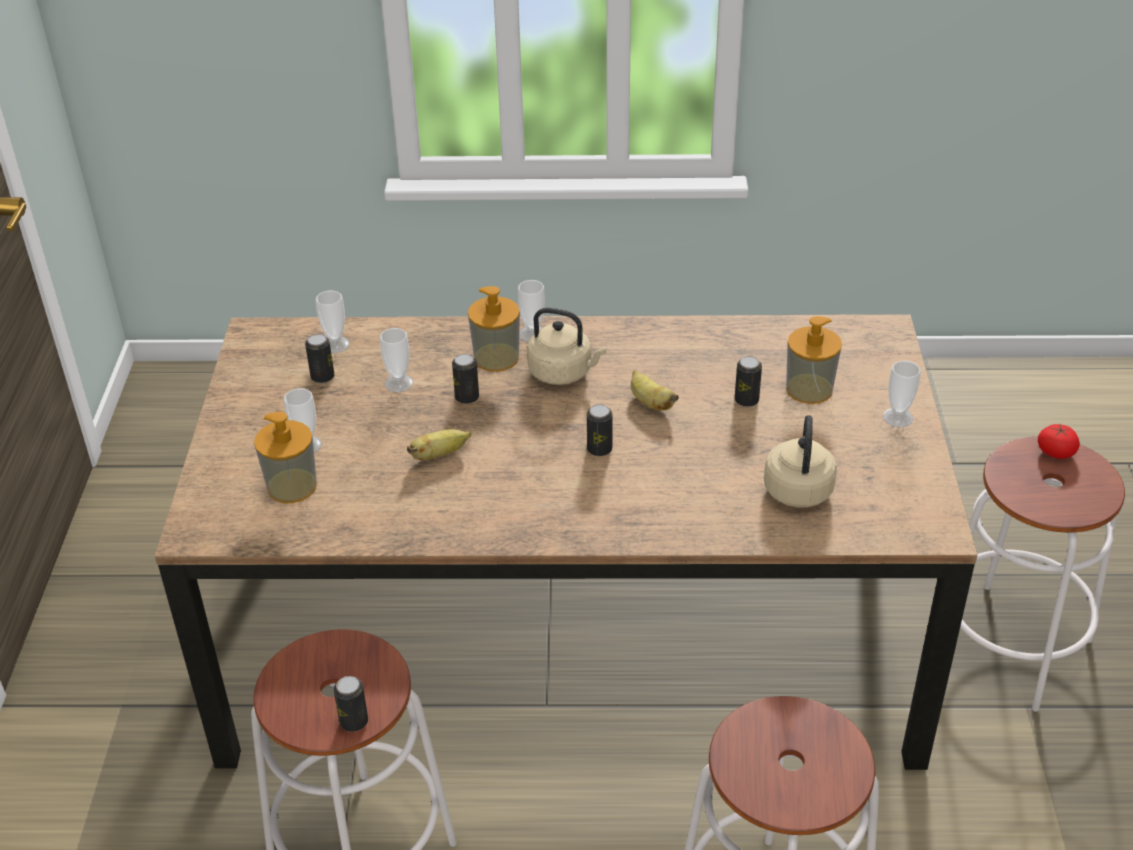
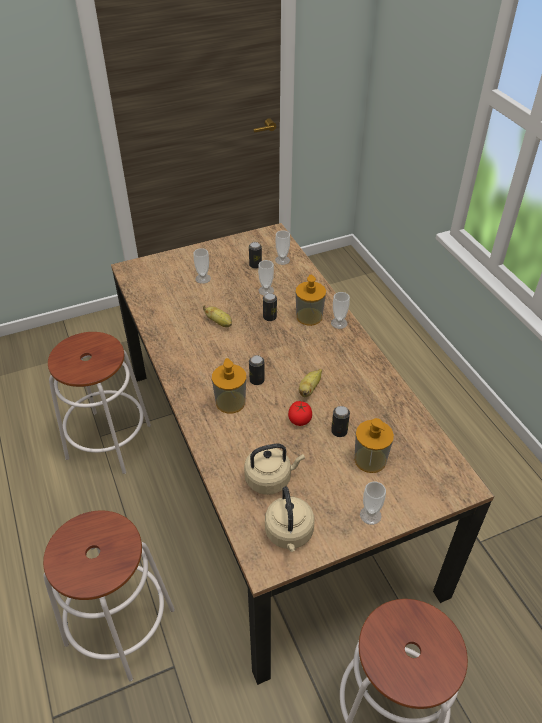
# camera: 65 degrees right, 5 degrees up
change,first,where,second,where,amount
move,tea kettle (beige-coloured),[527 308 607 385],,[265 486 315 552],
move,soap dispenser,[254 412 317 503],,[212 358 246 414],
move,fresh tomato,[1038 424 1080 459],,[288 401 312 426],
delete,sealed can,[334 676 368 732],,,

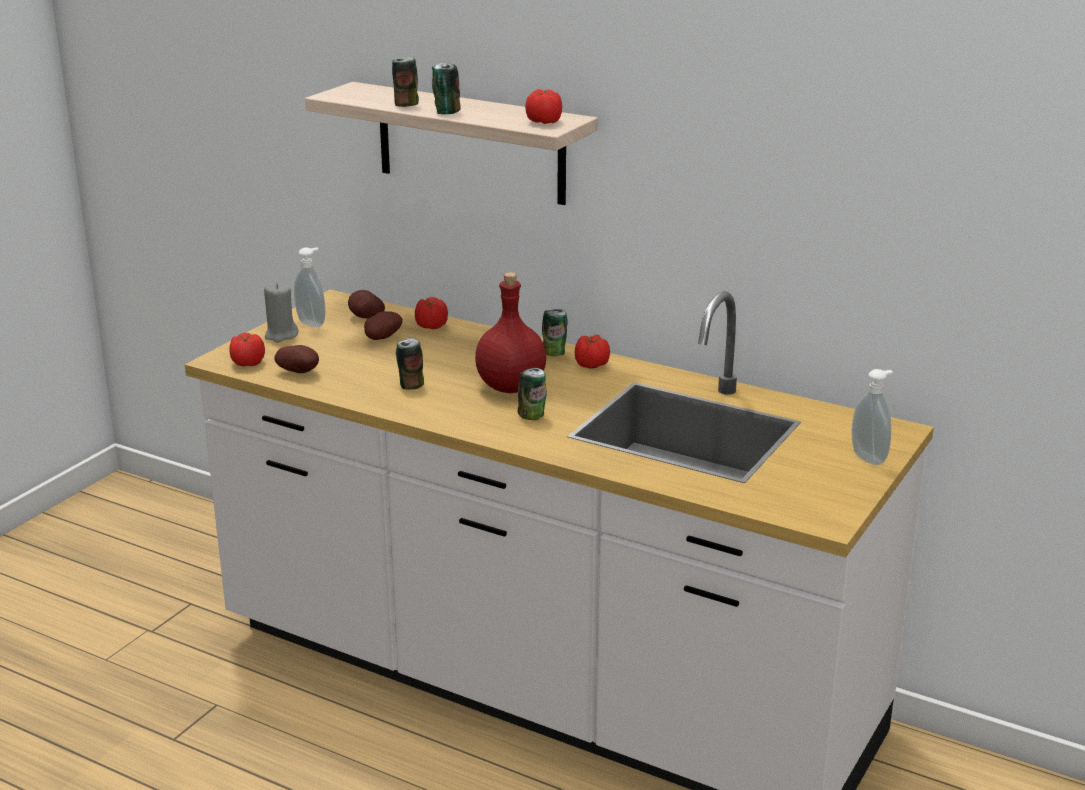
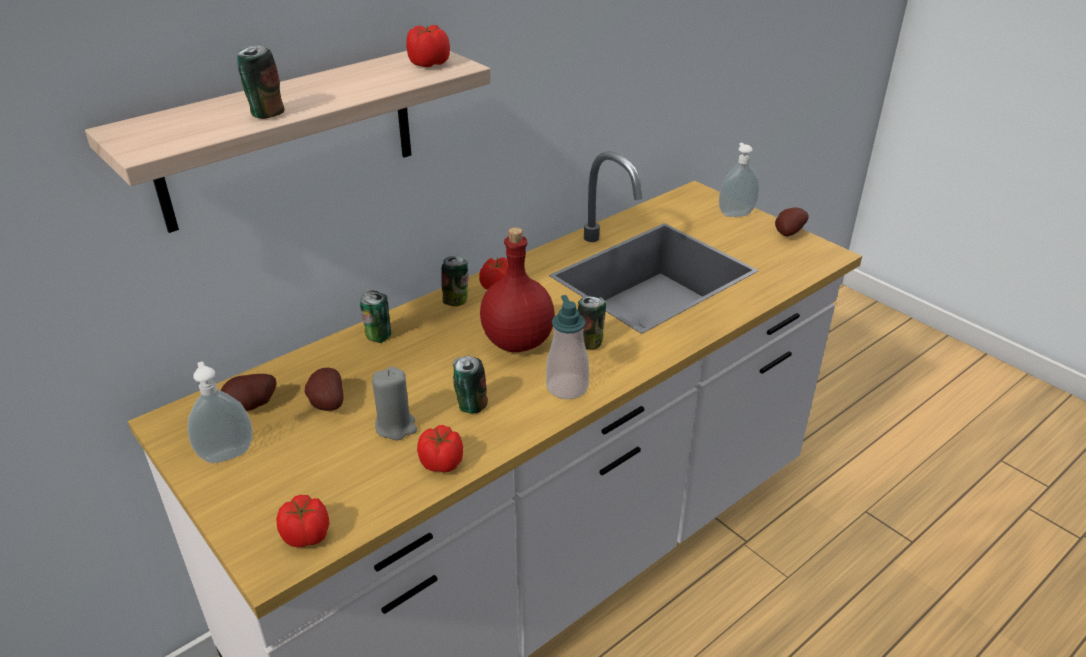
# camera: 70 degrees left, 10 degrees up
change,first,where,second,where,amount
move,sealed can,[432 63 461 114],,[360 290 391 343],
move,wax candle (greyish),[264 283 299 343],,[372 367 417 440],
move,fresh tomato,[415 297 448 329],,[417 425 463 472],
move,potato,[274 345 319 373],,[775 207 809 237],
insert,,,soap dispenser,[546 295 589 399],

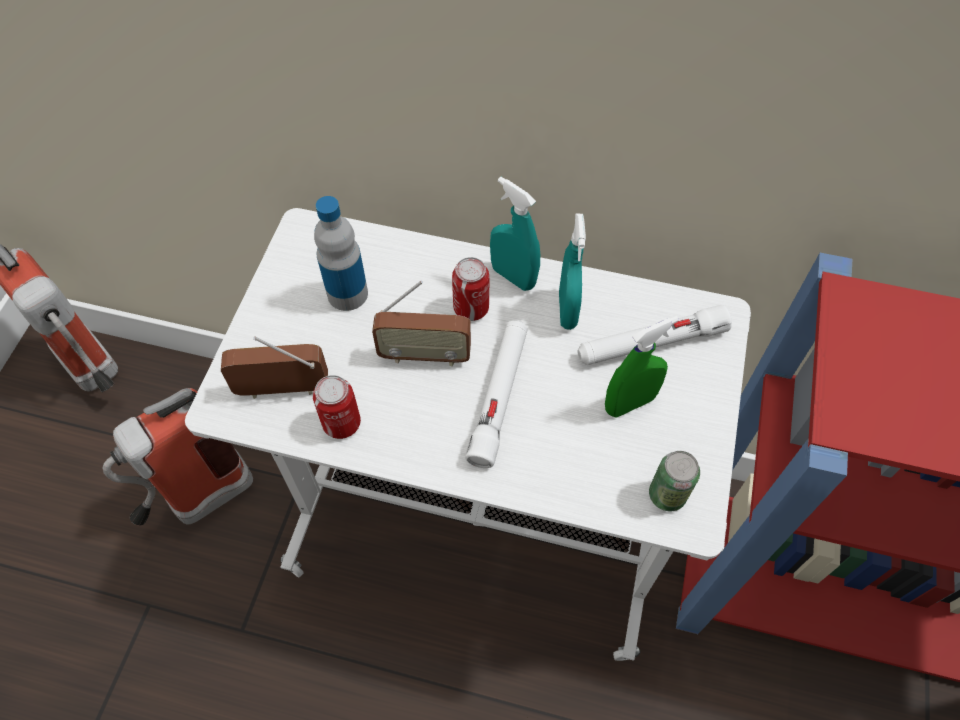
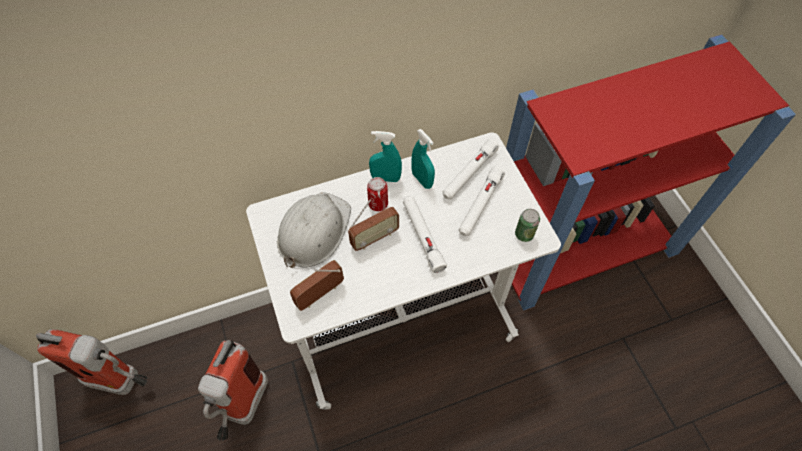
# camera: 35 degrees left, 0 degrees up
change,first,where,second,where,amount
replace,drink bottle,[314 196 368 311],safety helmet (white-coloured),[277 192 351 268],
replace,spray bottle (green),[605 315 679 418],hand torch (white-coloured),[459 166 505 236],
delete,sealed can,[313 375 361 439],,,

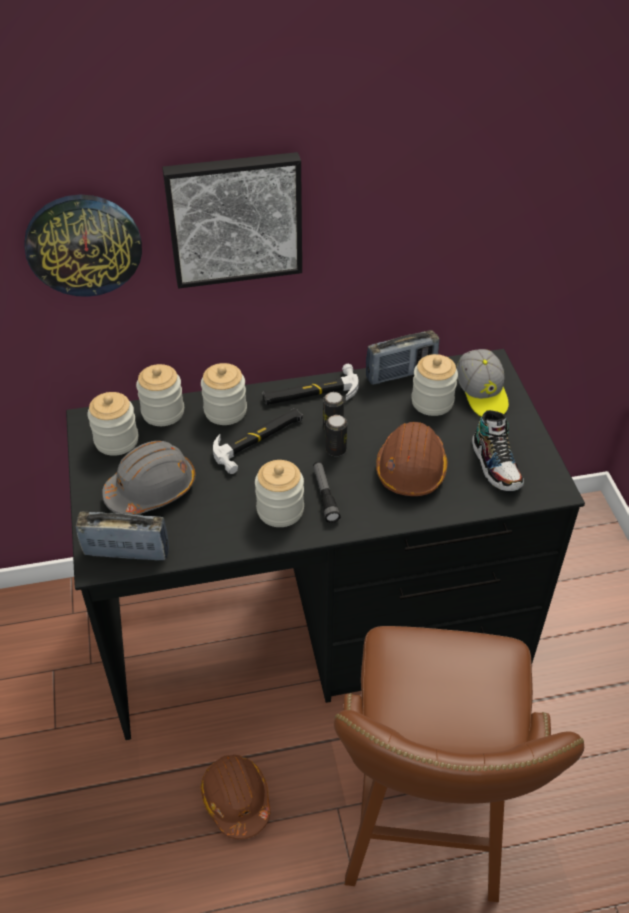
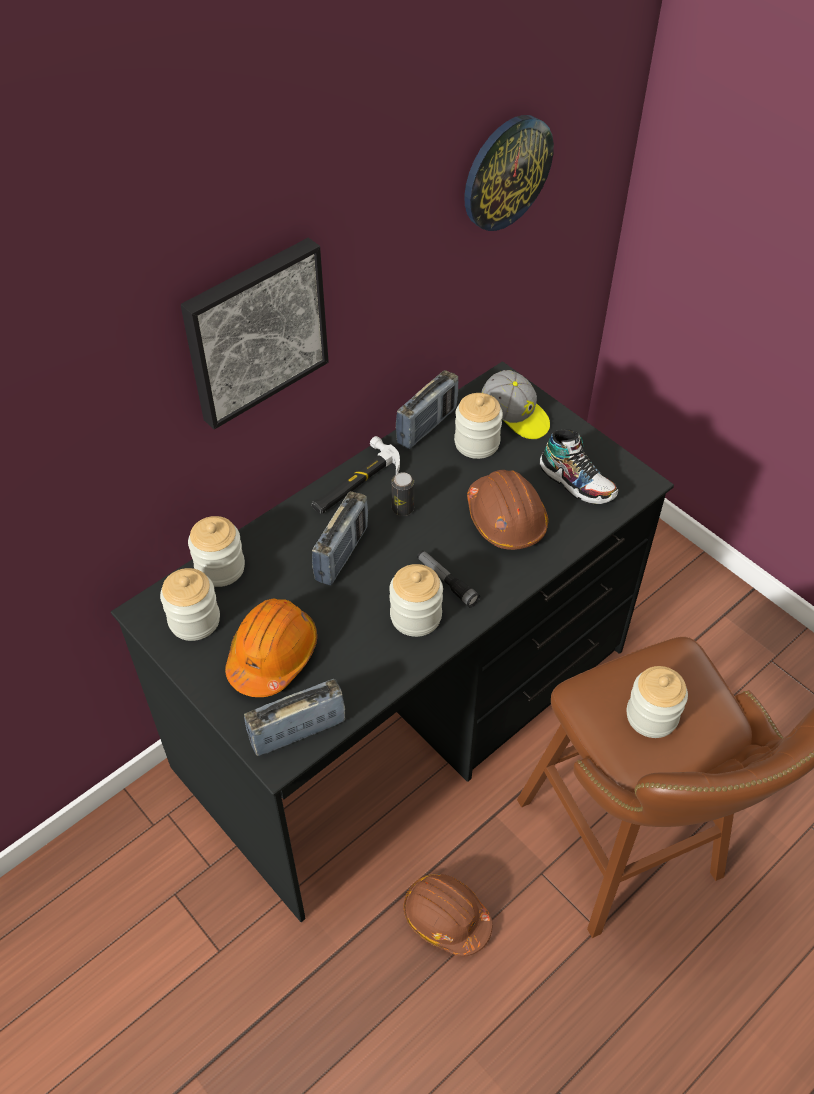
# camera: 30 degrees left, 5 degrees up
change,first,where,second,where,amount
move,wall clock,[24 195 142 297],,[464 115 554 231],
move,jar,[201 363 247 425],,[627 666 688 738],
replace,hand hammer,[213 408 303 474],radio receiver,[312 491 368 585],
delete,sealed can,[326 415 347 456],,,
recolor,safety helmet (greyish),[102 441 196 515],safety helmet (orangey),[225 599 317 697],

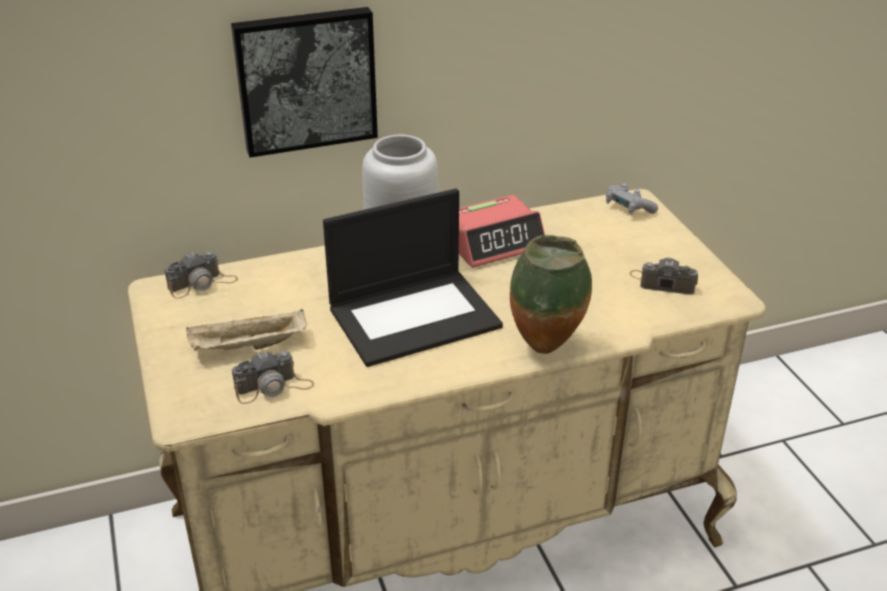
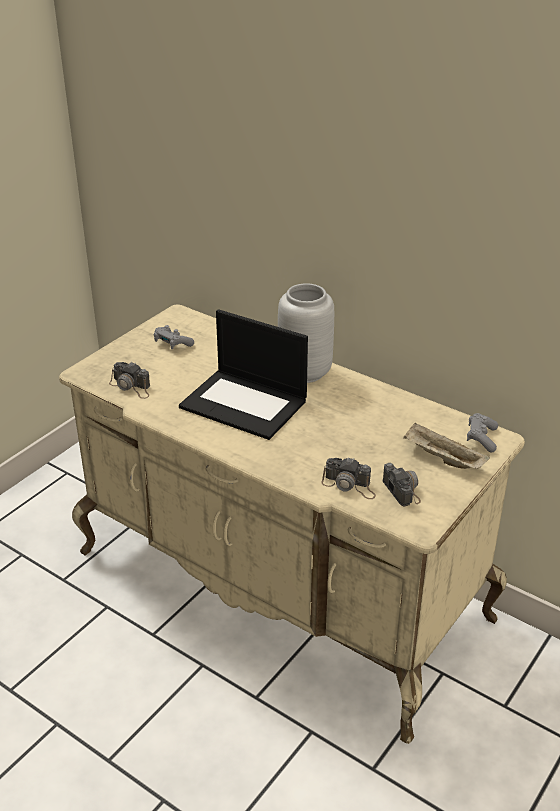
# camera: 55 degrees right, 0 degrees up
change,first,where,second,where,amount
delete,wall picture,[231 7 378 158],,,
delete,bedside clock,[459 195 545 268],,,
delete,decorative vase,[510 235 592 354],,,
move,still camera,[164 251 238 299],,[321 457 376 499],
move,carrying tray (beige-coloured),[186 309 307 351],,[403 422 490 469],
insert,,,game controller (greyish),[154 325 194 349],

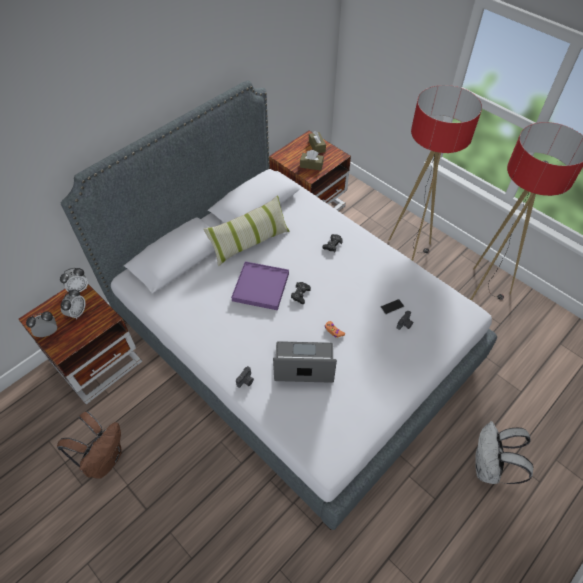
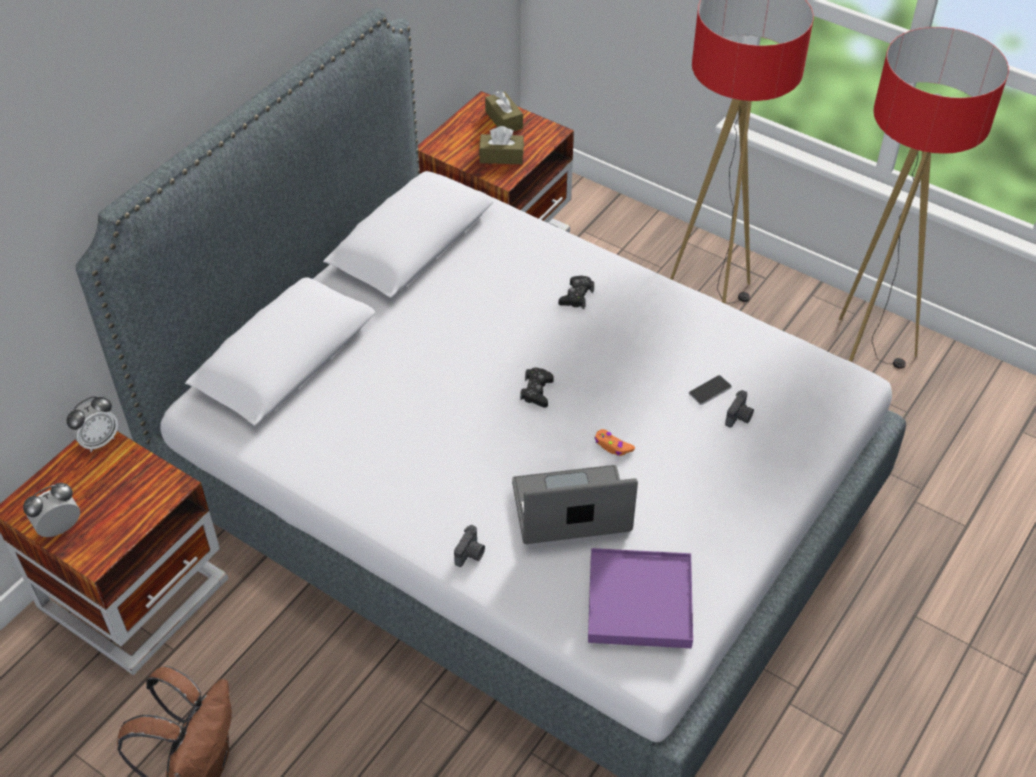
# camera: 10 degrees left, 5 degrees down
change,first,where,second,where,amount
delete,throw pillow,[204 195 290 266],,,
move,carrying tray (purplish),[231 261 289 310],,[588 548 693 648],
delete,bedside clock,[61 289 85 319],,,
delete,knapsack (white-coloured),[475 421 533 484],,,

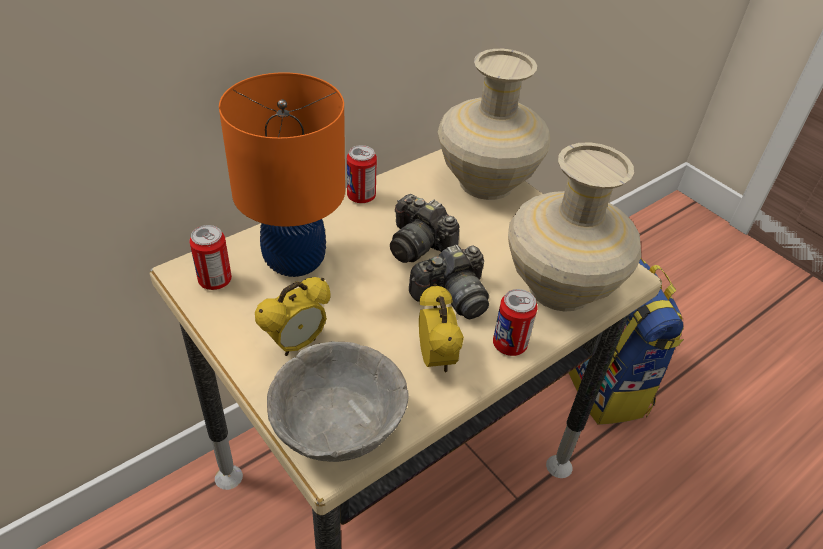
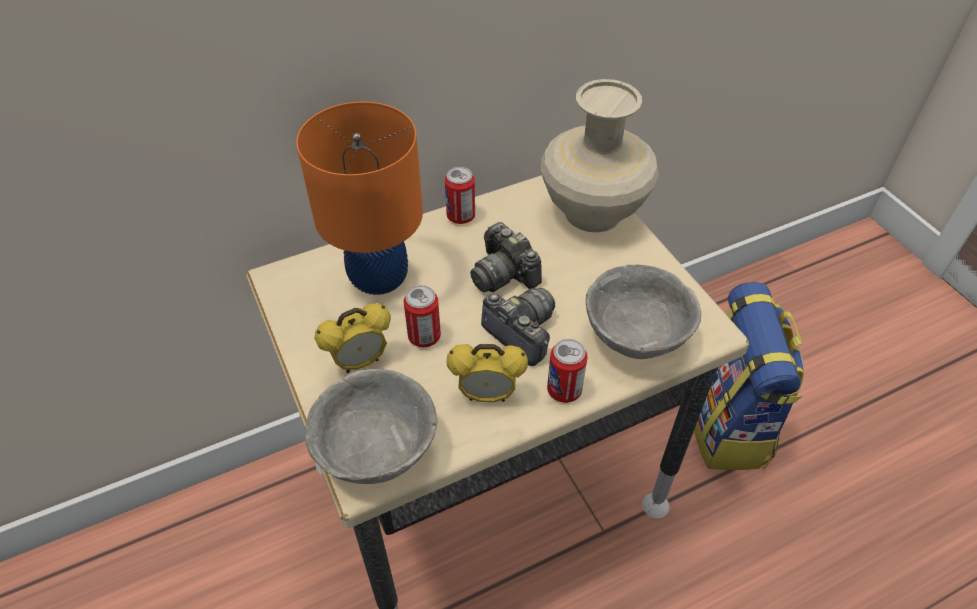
# camera: 15 degrees right, 5 degrees up
change,first,where,second,where,amount
replace,decorative vase (beige-coloured),[508 142 641 312],serving bowl (greyish),[585 265 701 359],
move,sealed can,[189 225 232 290],,[404 285 441 347],
rotate,still camera,[409 245 489 319],,[481 288 555 366],120 degrees counterclockwise
rotate,bedside clock,[419 284 464 372],,[447 344 528 402],90 degrees clockwise

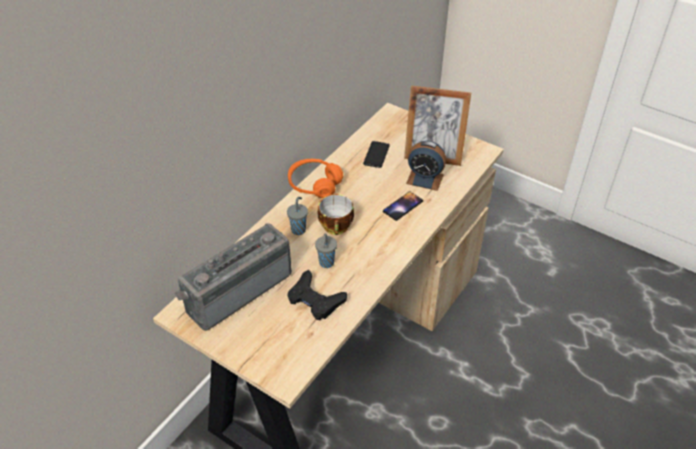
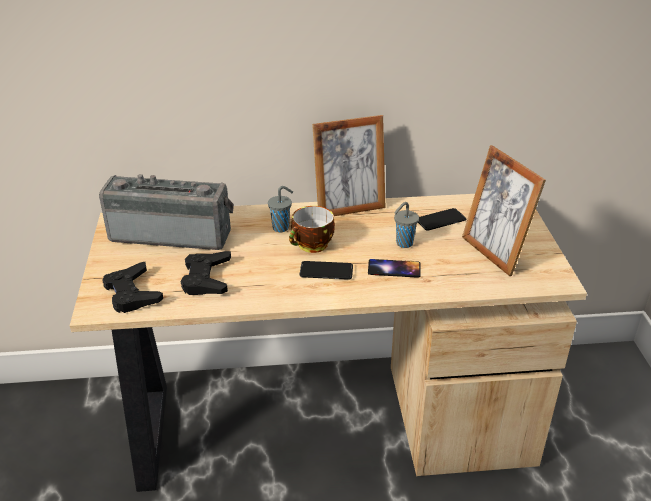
# camera: 50 degrees right, 10 degrees down
change,first,where,second,where,amount
delete,bedside clock,[406 141 446 191],,,
replace,headphones (orangey),[288 159 343 198],photo frame,[312 115 385 216],
move,drinking cup (greyish),[315 234 337 268],,[394 202 419 248],
insert,,,handset,[299 261 353 280],
insert,,,game controller (black),[102 262 163 313],

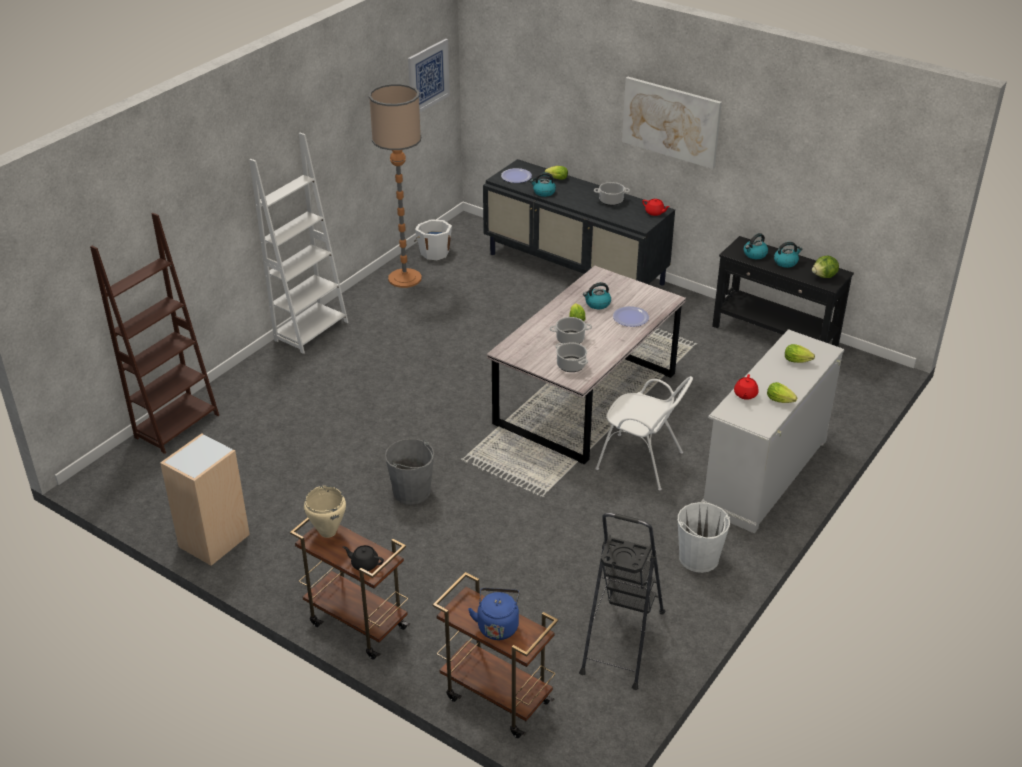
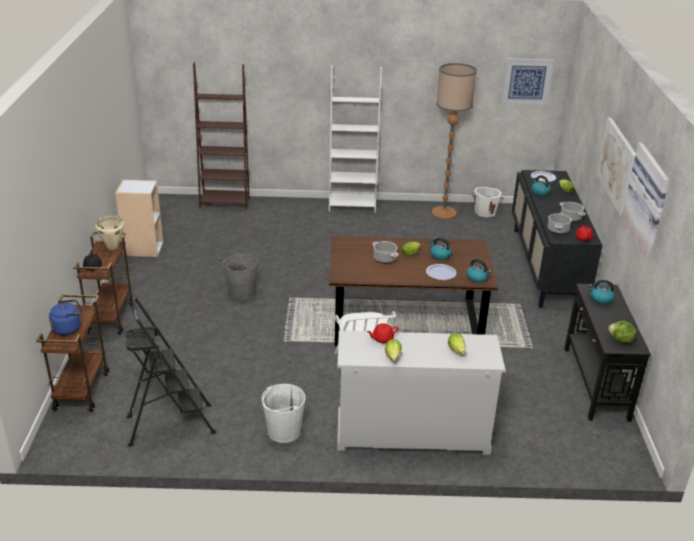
# camera: 55 degrees right, 5 degrees down
change,first,where,second,where,amount
move,tea kettle,[774 242 802 268],,[467 259 491 283],
recolor,dining table (greyish),[487 266 686 464],dining table (brown-coloured),[329 236 498 346],
move,cooking pot,[556 342 588 372],,[548 213 572 234],
insert,,,wall picture,[622 142 670 260],

